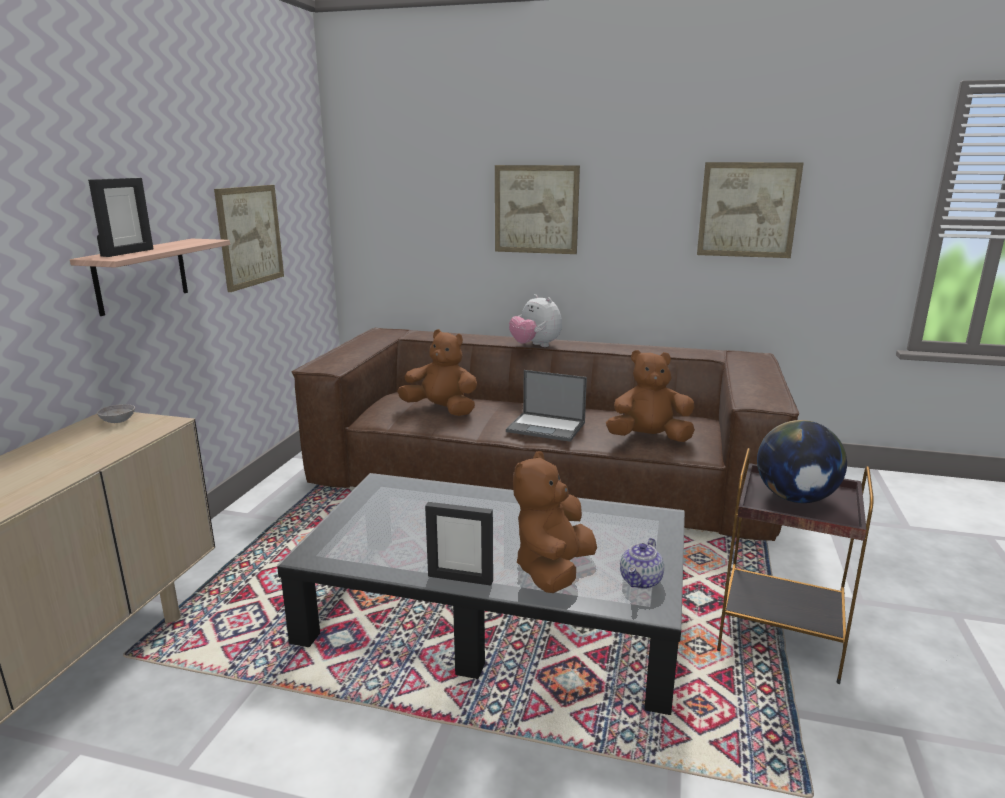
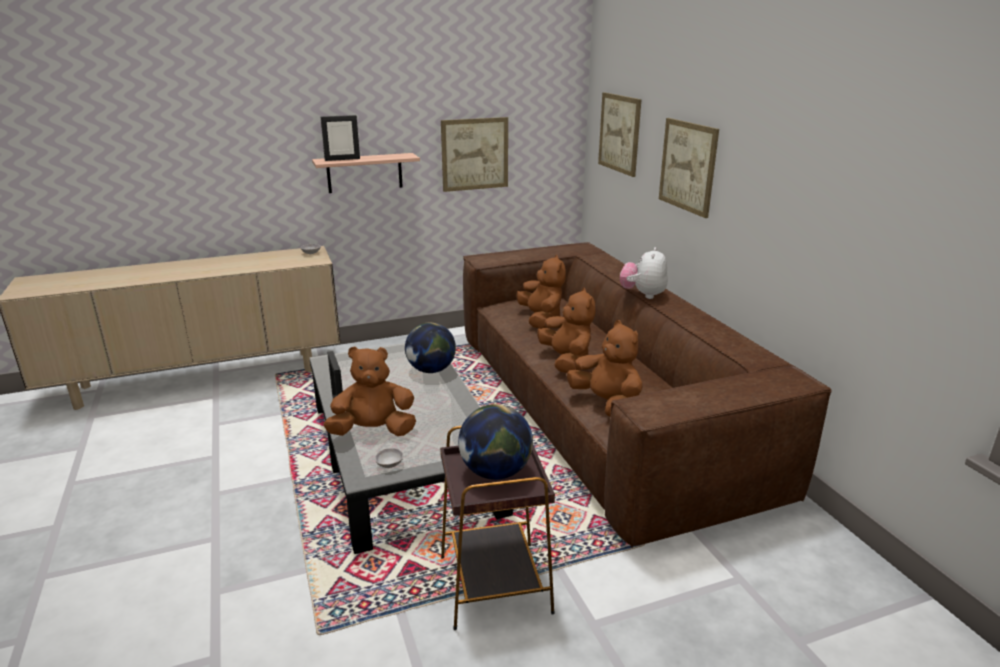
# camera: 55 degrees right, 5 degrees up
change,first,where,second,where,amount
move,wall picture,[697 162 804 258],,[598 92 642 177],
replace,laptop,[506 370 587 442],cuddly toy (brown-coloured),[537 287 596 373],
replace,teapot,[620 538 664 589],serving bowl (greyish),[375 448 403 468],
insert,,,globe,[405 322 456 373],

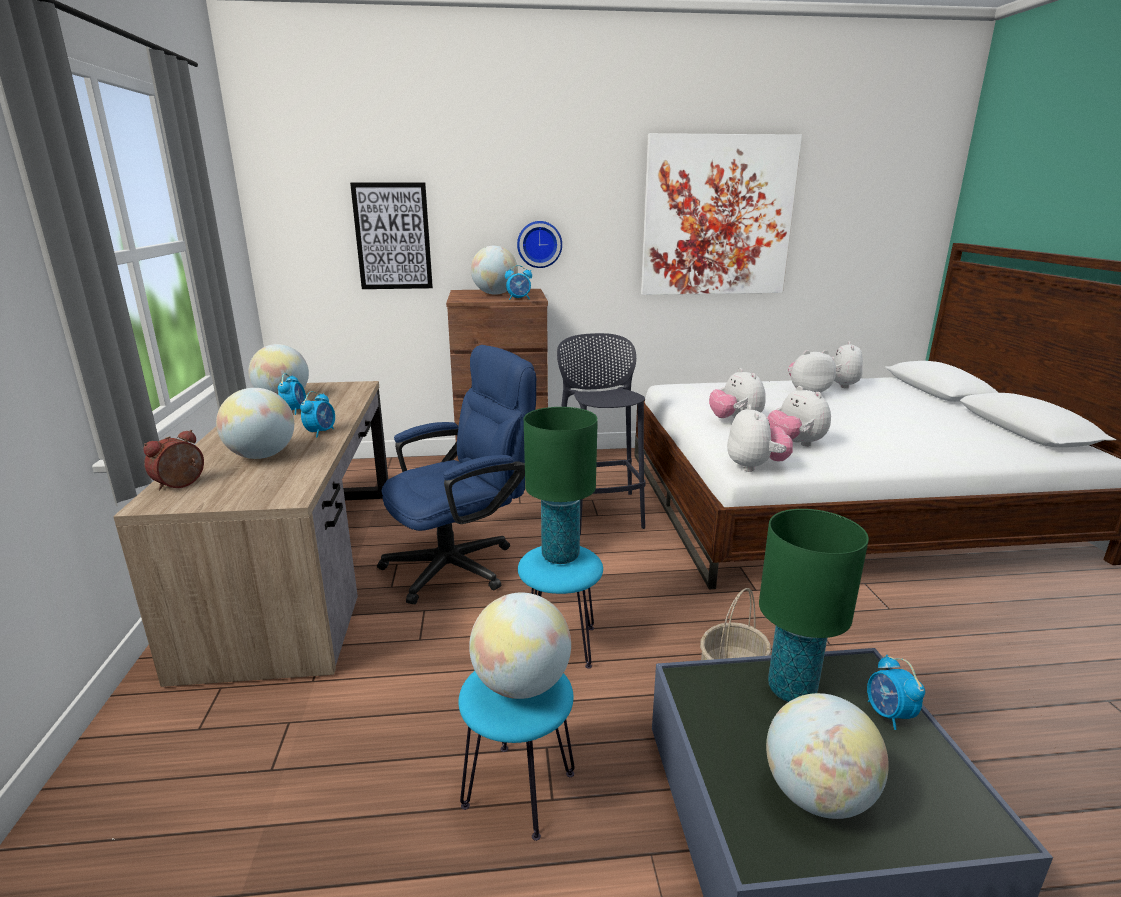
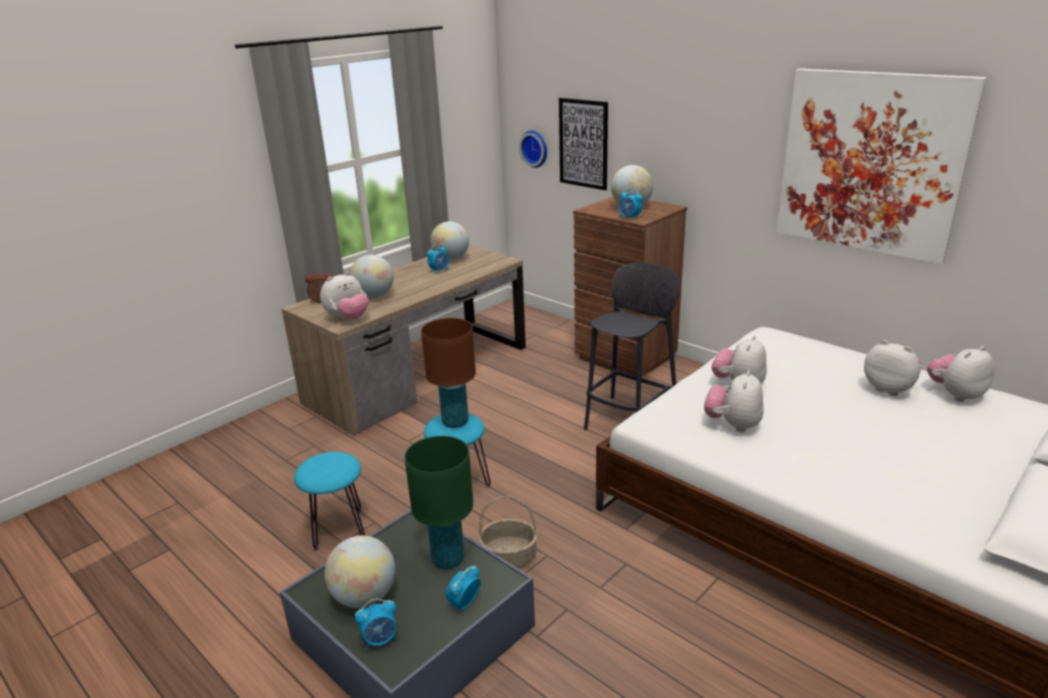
# camera: 50 degrees right, 5 degrees up
change,first,where,second,where,amount
move,wall clock,[517 221 562 268],,[519 131 547 168],
delete,computer chair (blue),[377 345 536 604],,,
move,bedside clock,[300 391 335 438],,[355 599 397 650],
move,cuddly toy,[727 404 793 472],,[320 271 368 320],
recolor,lamp for a table (green),[524 407 598 564],lamp for a table (brown-coloured),[421 318 476 428],
delete,globe,[469 593 571 699],,,

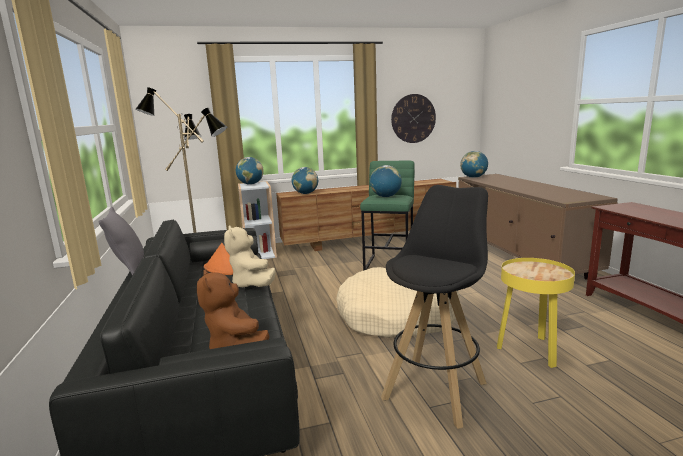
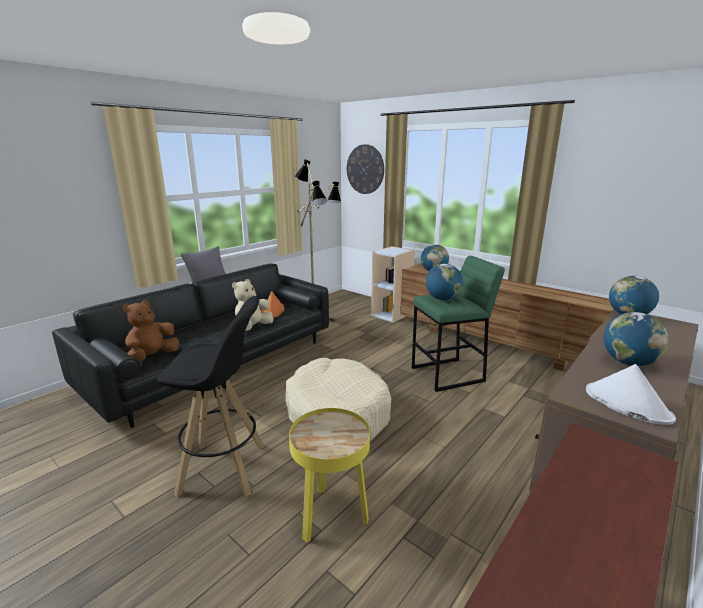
# camera: 55 degrees right, 5 degrees up
change,first,where,second,where,amount
move,wall clock,[391 94 436 143],,[347 144 384 194],
move,globe,[236 157 264 185],,[603 312 669 366],
insert,,,wearable hat (white-coloured),[586 364 676 425],

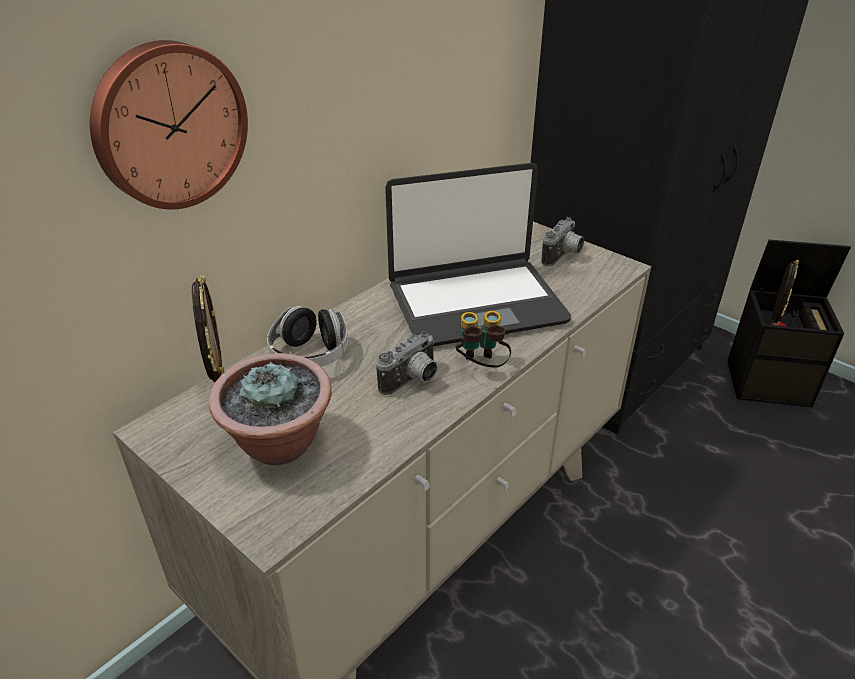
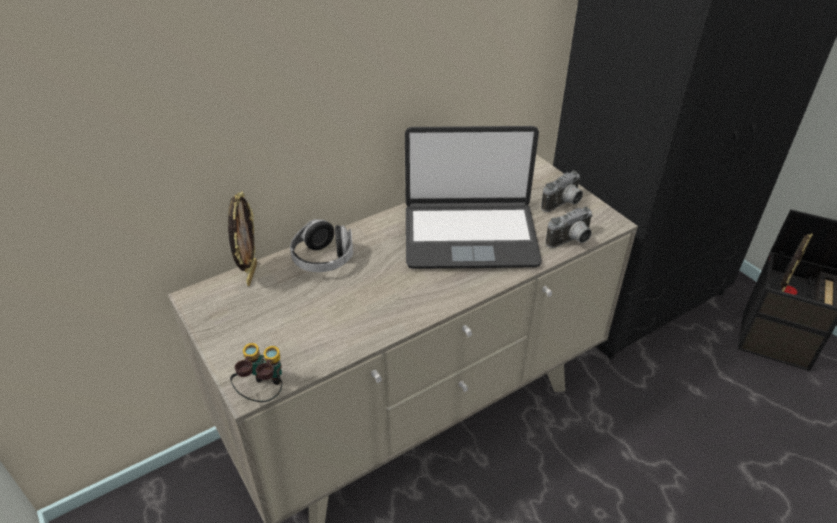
# camera: 15 degrees right, 5 degrees up
change,first,where,second,where,amount
delete,wall clock,[90 40 248 210],,,
move,field glasses,[456 311 511 368],,[230 343 282 402],
move,still camera,[376 331 437 395],,[546 206 593 248],
delete,potted plant,[209 353 332 465],,,

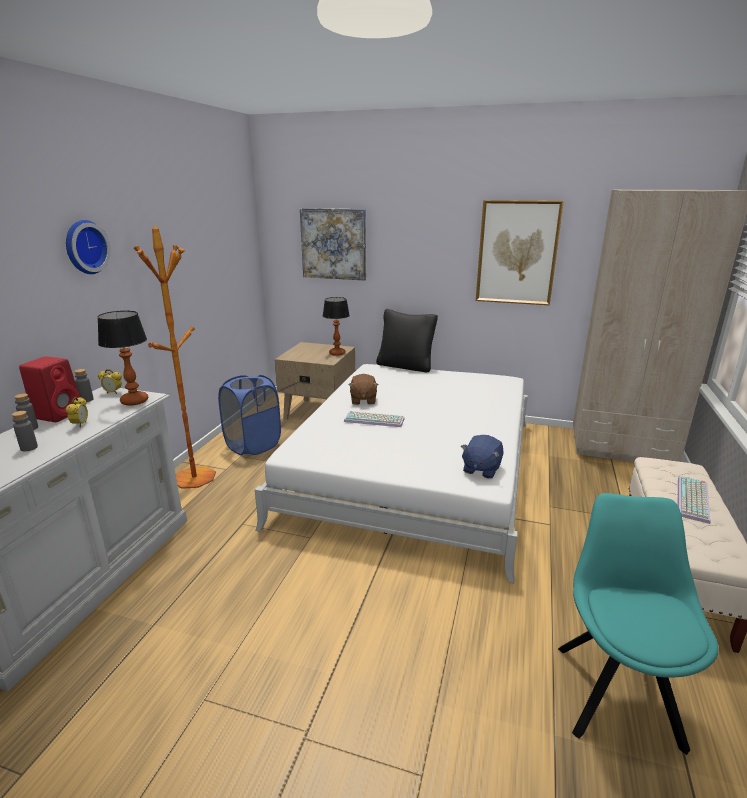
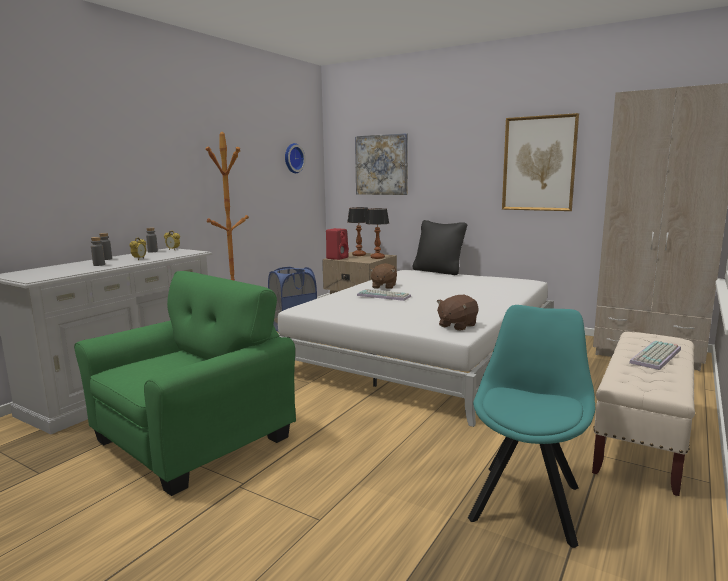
# camera: 15 degrees right, 10 degrees down
change,first,where,second,where,amount
move,wall clock,[66 220 111 274],,[285 143 305 173],
move,lamp for a table,[97 311 148 406],,[347 207 368 256],
move,loudspeaker (reddish),[19 356 80 422],,[326 228 349 260],
recolor,cuddly toy (blue),[461 435 504 479],cuddly toy (brown-coloured),[437 295 478 331],
insert,,,lounge chair (green),[74 271 296 496],

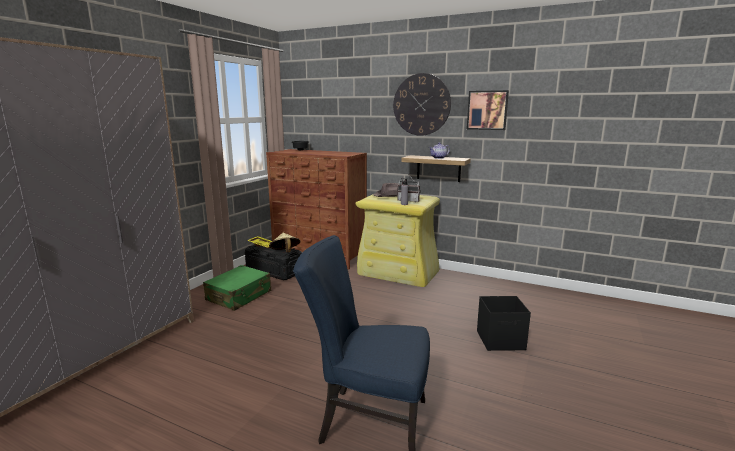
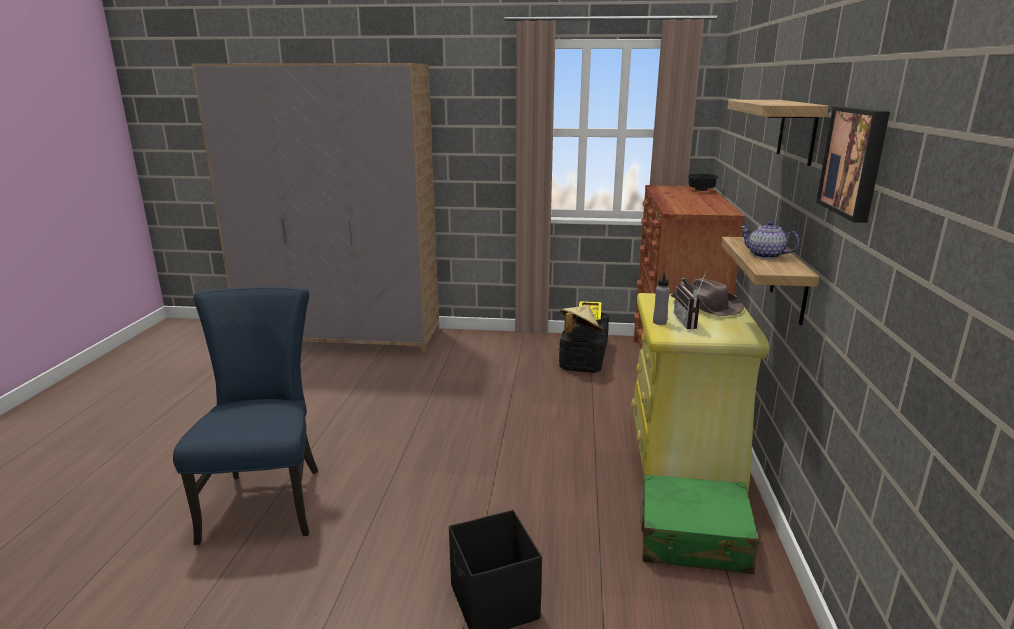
# camera: 70 degrees right, 5 degrees up
change,first,where,second,where,amount
replace,wall clock,[393 73 451 136],wall shelf,[727 100 829 166],
move,suitcase (green),[203 265 271 311],,[640 474 760 574],

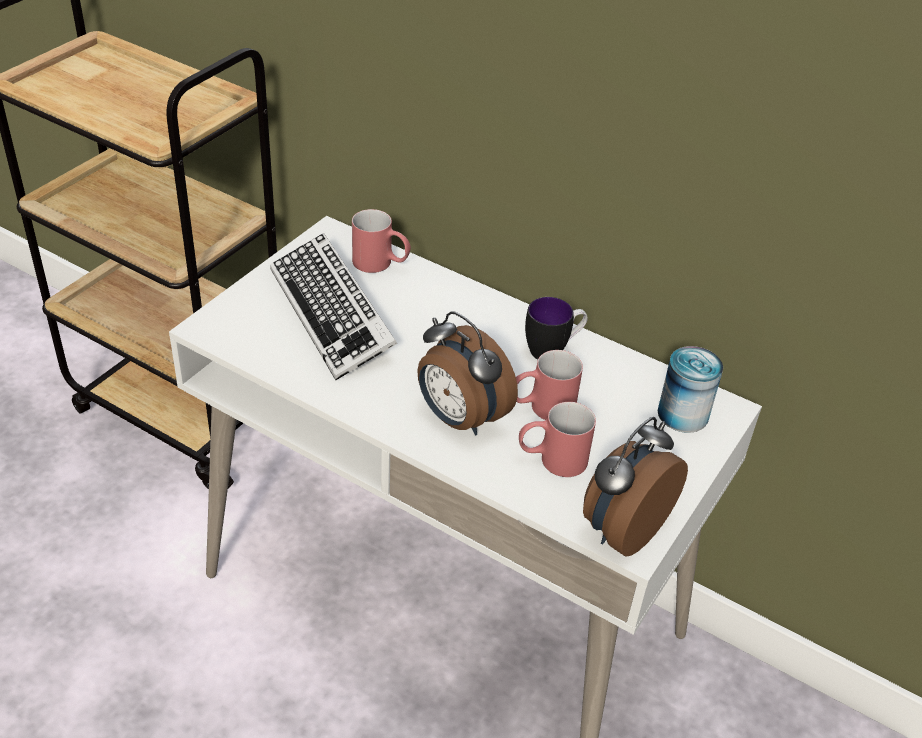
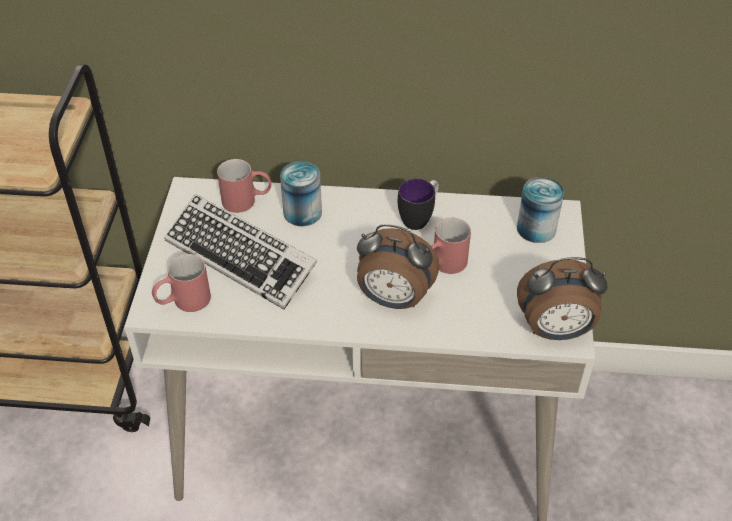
# camera: 25 degrees left, 5 degrees up
change,first,where,second,where,amount
move,tea mug (reddish),[519 402 596 477],,[152 254 211 312],
rotate,bedside clock,[583 417 688 557],,[517 257 608 340],105 degrees counterclockwise
insert,,,sealed can,[280 161 322 226],

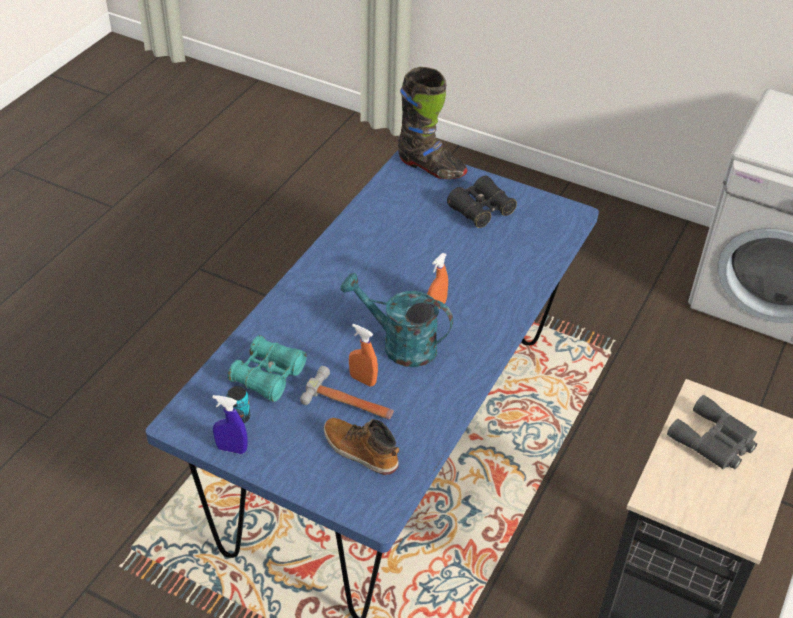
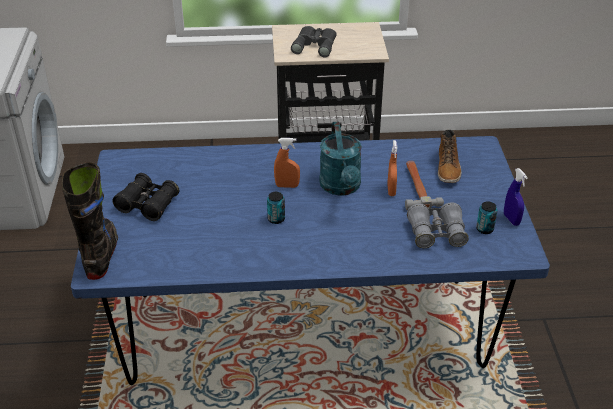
# camera: 120 degrees left, 5 degrees down
change,first,where,second,where,amount
recolor,field glasses (turquoise-coloured),[228 335 307 402],field glasses (greyish),[407 202 469 248],
insert,,,sealed can,[267 192 285 224],

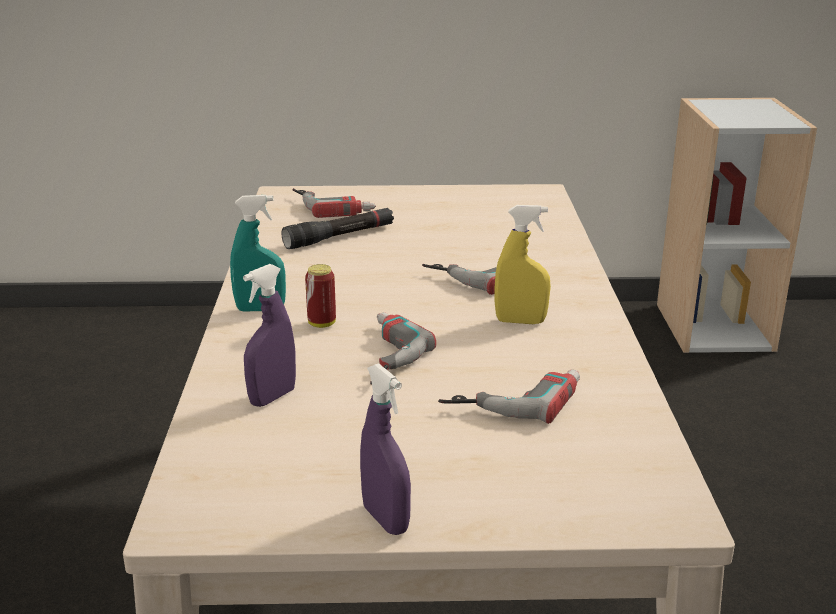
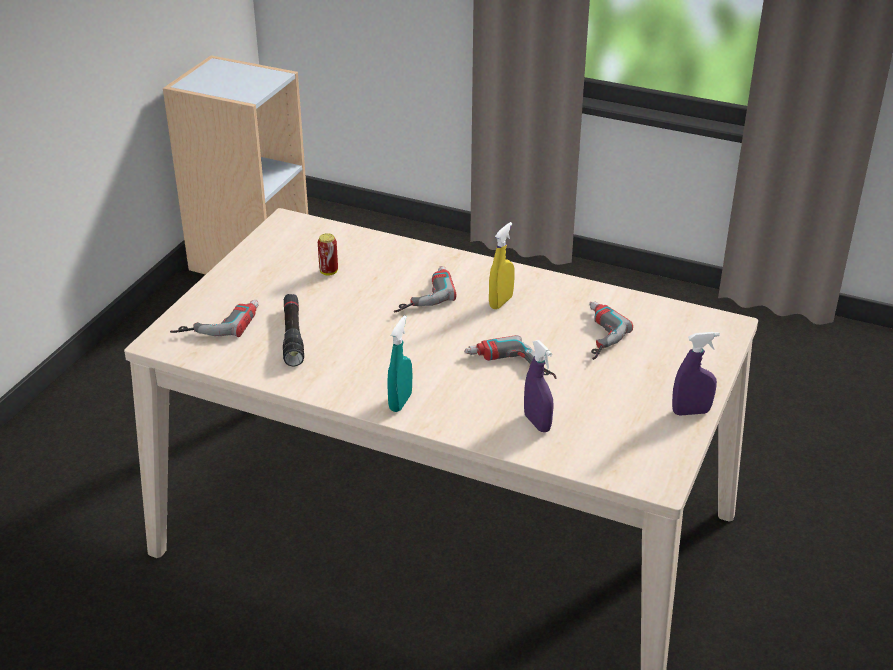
# camera: 65 degrees left, 10 degrees up
change,first,where,second,where,amount
move,sealed can,[305 264 336 328],,[318 233 338 275],

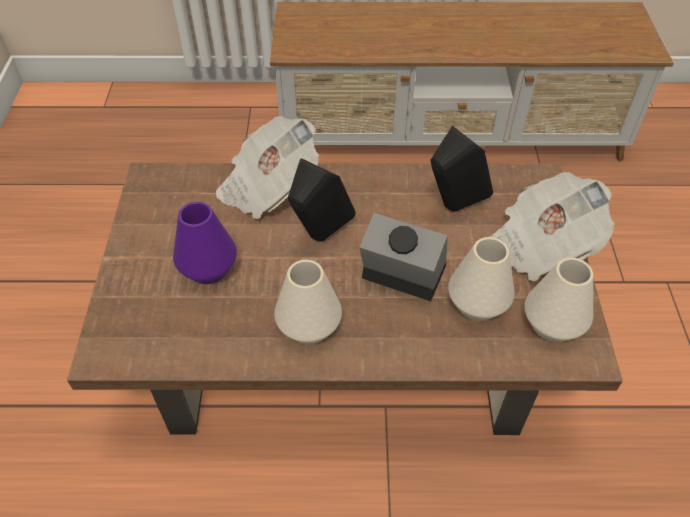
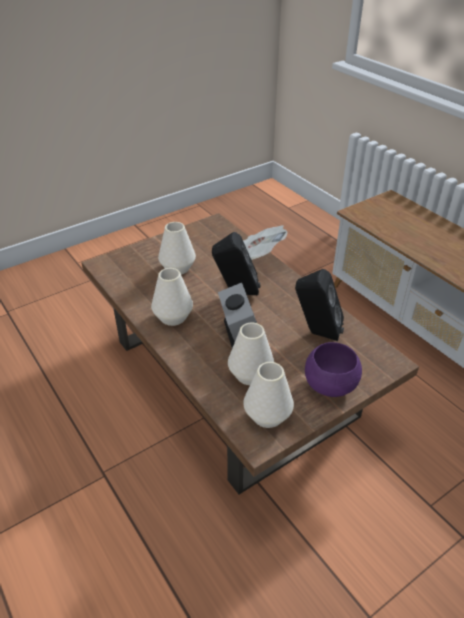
# camera: 55 degrees right, 10 degrees down
change,first,where,second,where,amount
replace,newspaper,[490 172 614 282],serving bowl (purplish),[305 342 362 397],
recolor,decorative vase (purplish),[173 202 237 284],decorative vase (white-coloured),[158 222 196 275],

